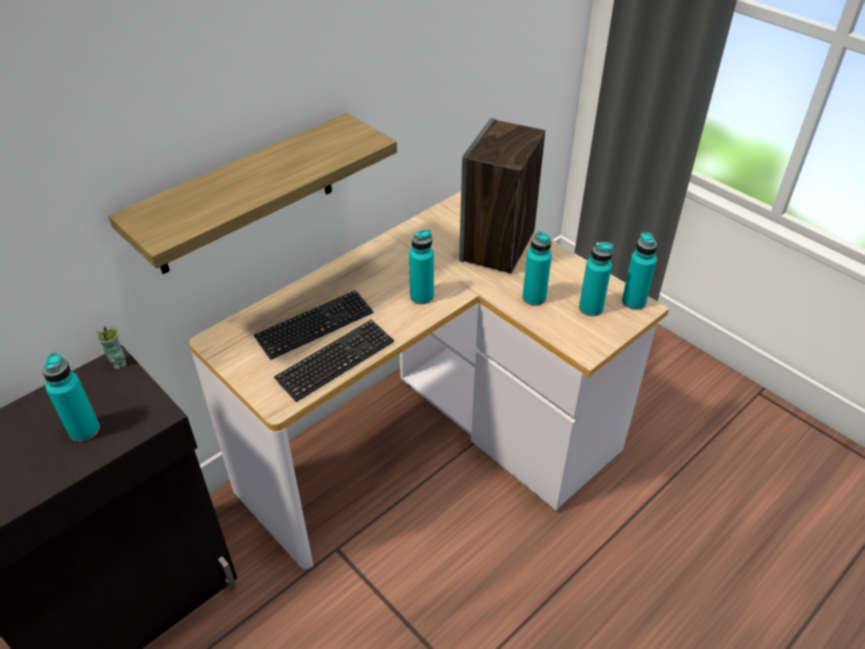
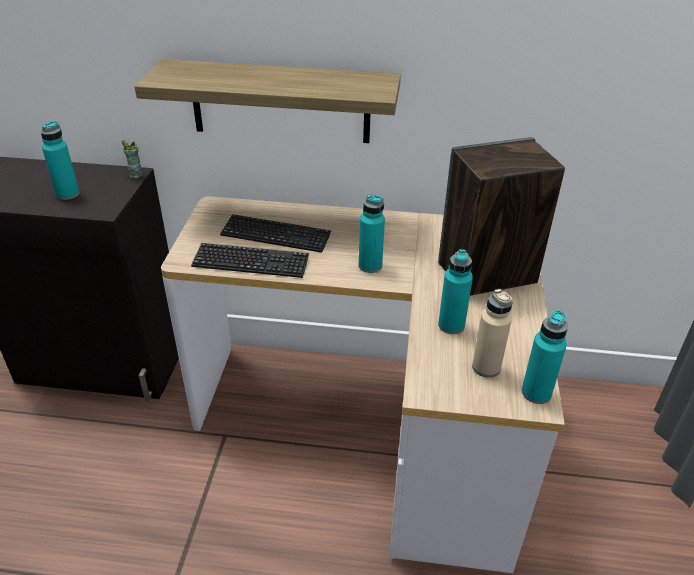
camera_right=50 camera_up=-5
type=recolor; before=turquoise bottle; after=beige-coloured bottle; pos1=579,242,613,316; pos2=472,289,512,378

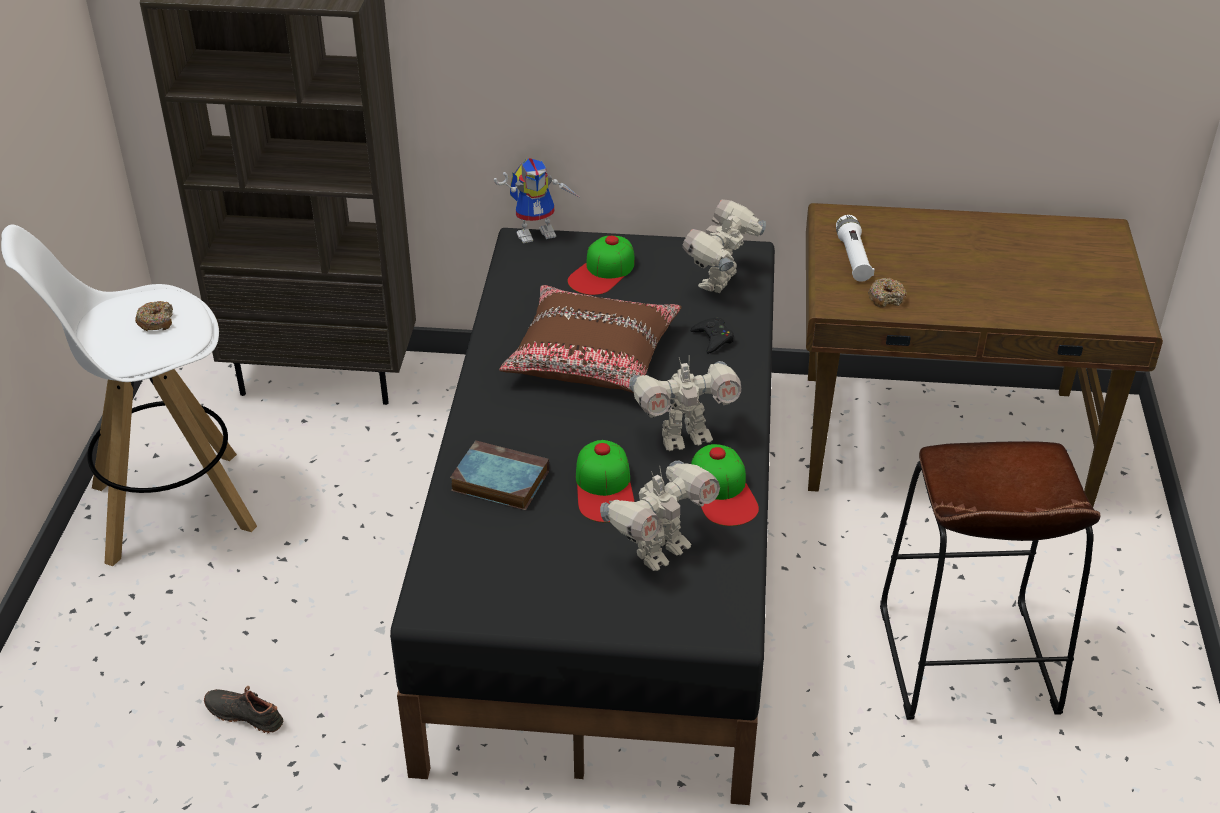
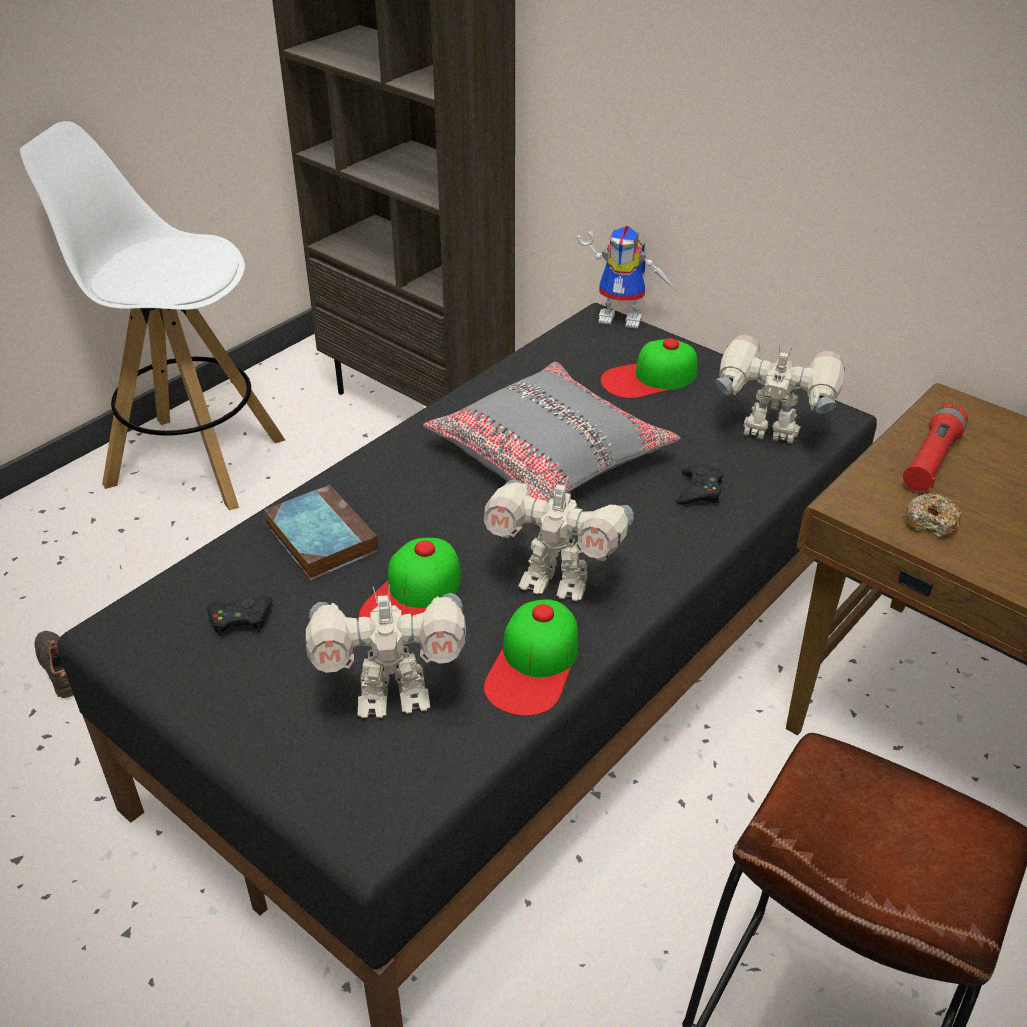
camera_right=35 camera_up=0
type=insert; after=black-coloured joypad; pos2=207,597,272,637
type=recolor; before=brownish cushion; after=gray cushion; pos1=499,285,682,393; pos2=423,362,681,503
type=rotate; before=toy robot; pos1=682,199,766,293; pos2=715,335,845,444; turn=45
type=recolor; before=whitish flashlight; after=red-coloured flashlight; pos1=836,215,875,282; pos2=903,404,968,491
type=delete; before=doughnut; pos1=135,301,173,331

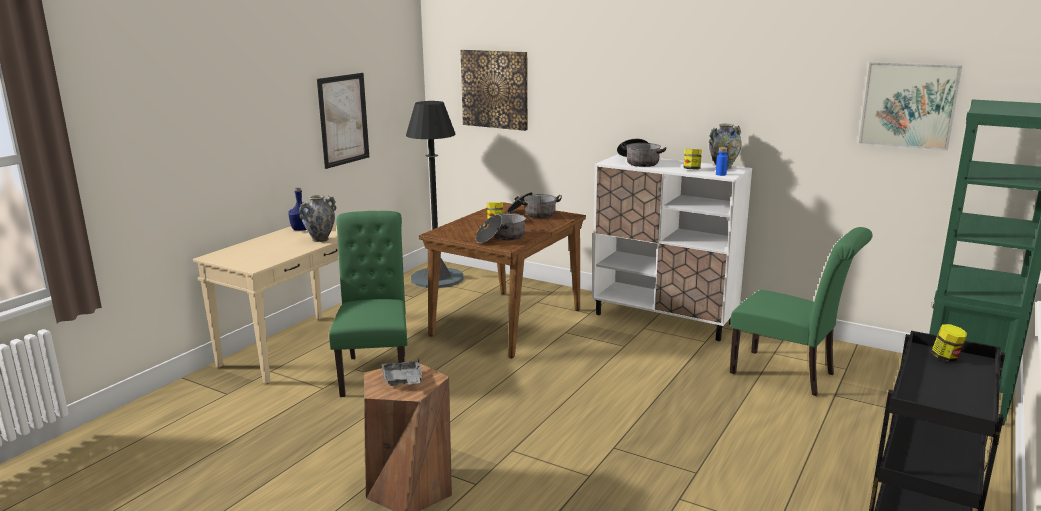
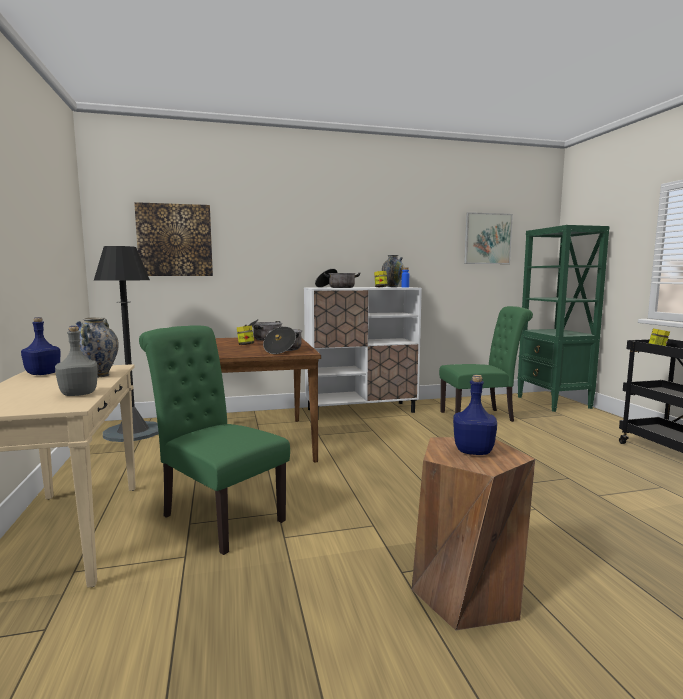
camera_right=-45 camera_up=-10
type=insert; after=gray bottle; pos2=55,326,98,396
type=replace; before=gray tray; after=blue-coloured bottle; pos1=382,358,423,386; pos2=453,375,497,455
type=delete; before=picture; pos1=317,73,369,169

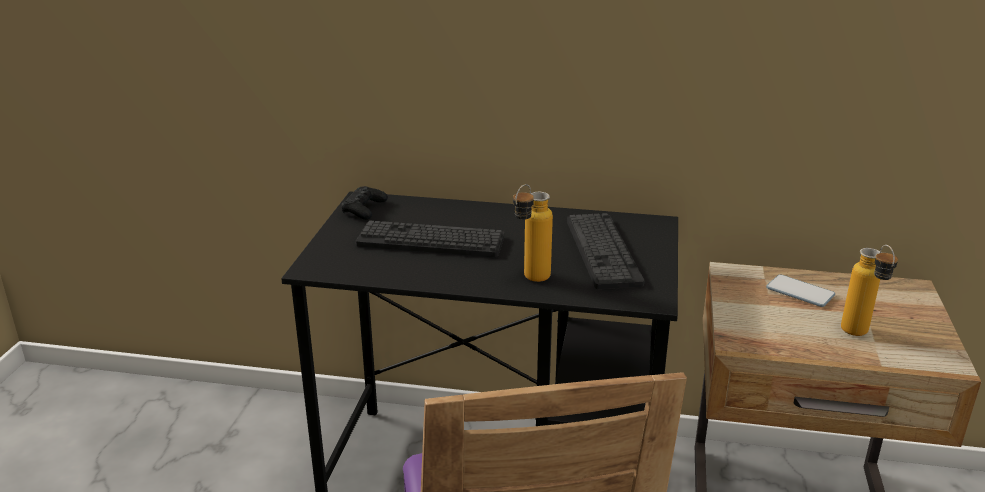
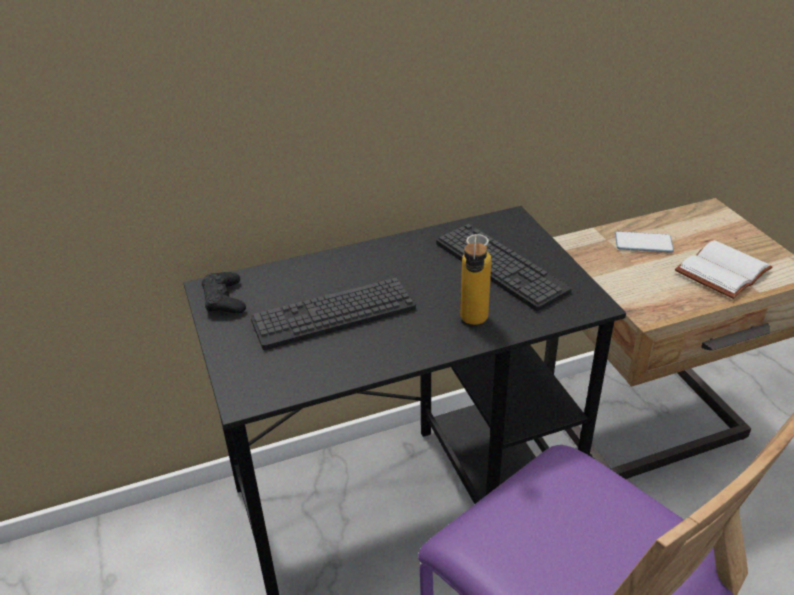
camera_right=-30 camera_up=10
type=replace; before=bottle; after=whitish volume; pos1=841,245,898,336; pos2=675,240,772,299

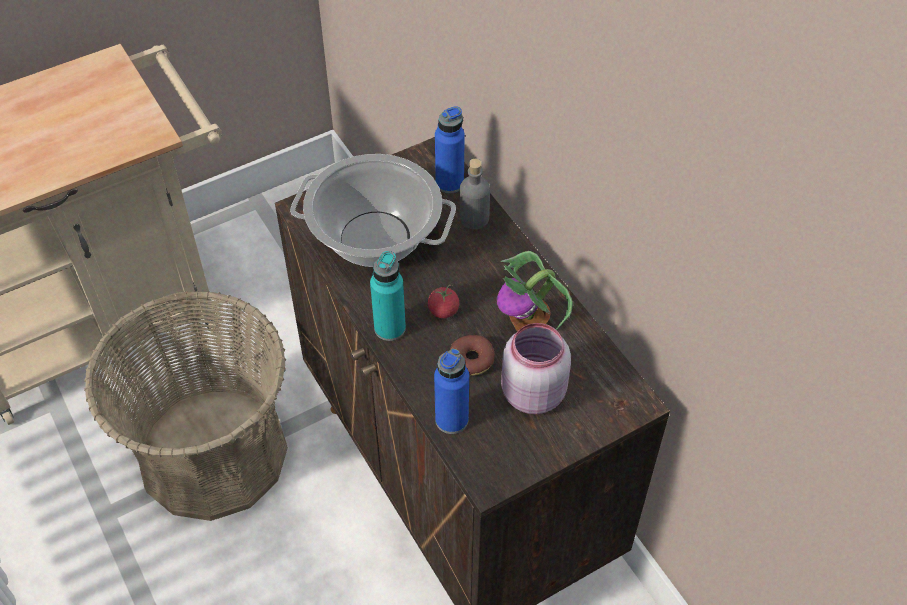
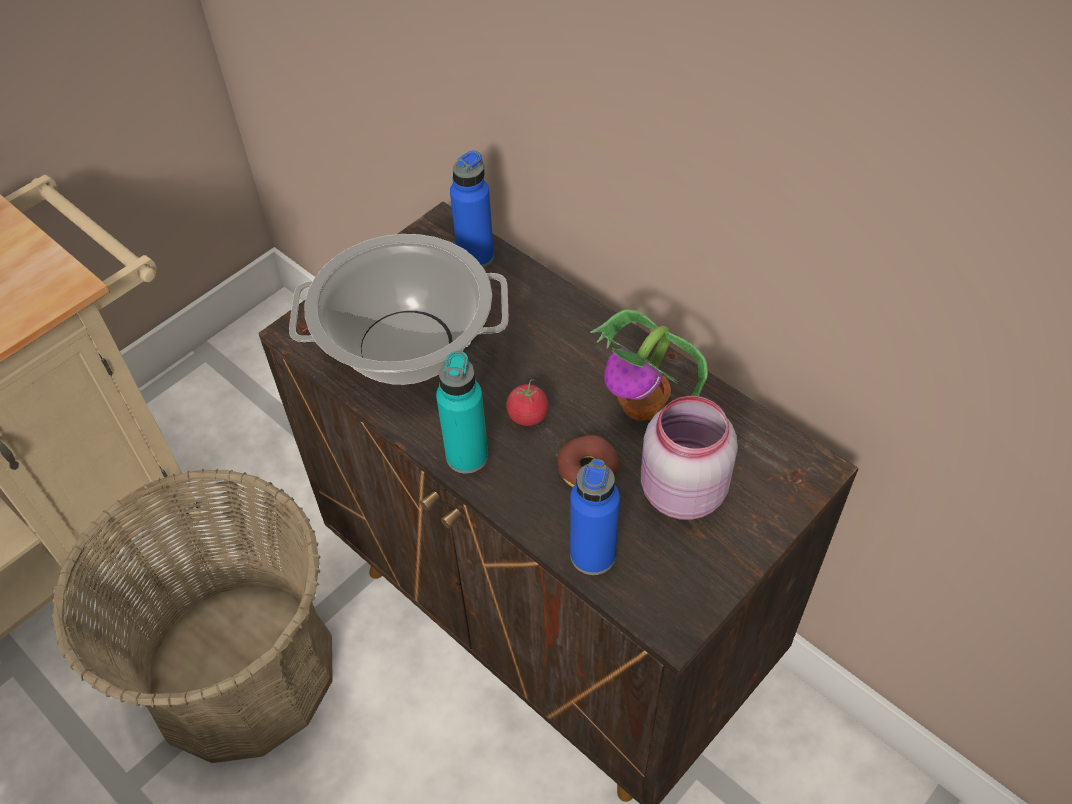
camera_right=-15 camera_up=0
type=delete; before=gray bottle; pos1=460,159,490,229

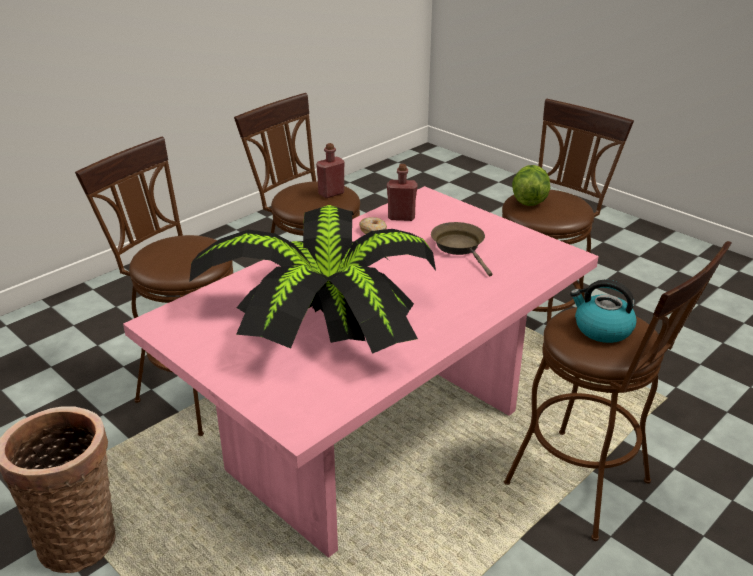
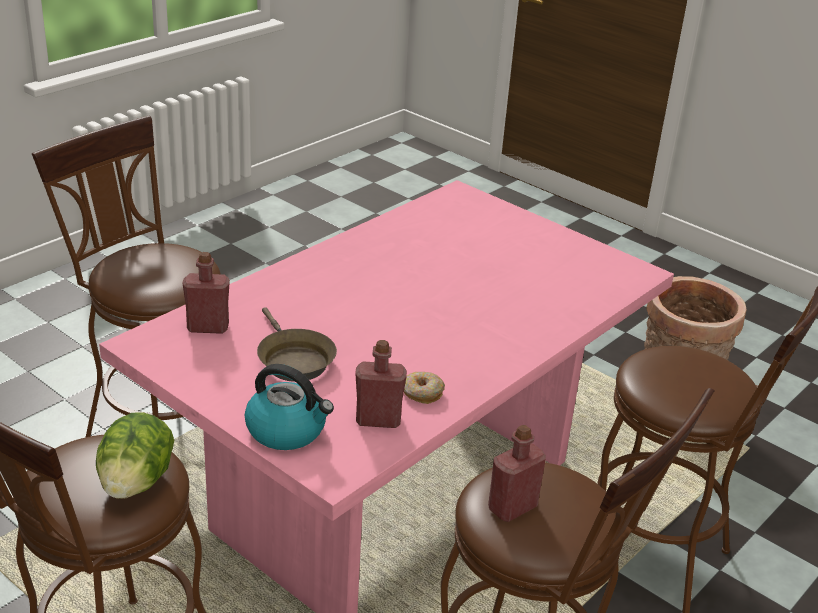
camera_right=175 camera_up=0
type=insert; after=red-coloured bottle; pos2=182,252,230,334
type=move; before=tea kettle; pos1=570,280,637,343; pos2=245,364,334,450
type=delete; before=houseplant; pos1=189,205,436,354

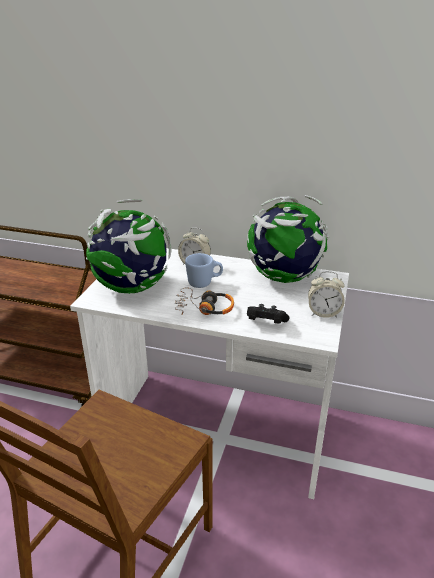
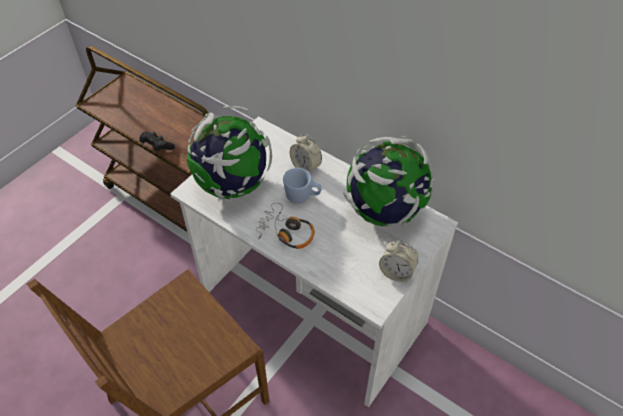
camera_right=20 camera_up=20
type=move; before=black-coloured joypad; pos1=247,304,290,324; pos2=139,132,175,152

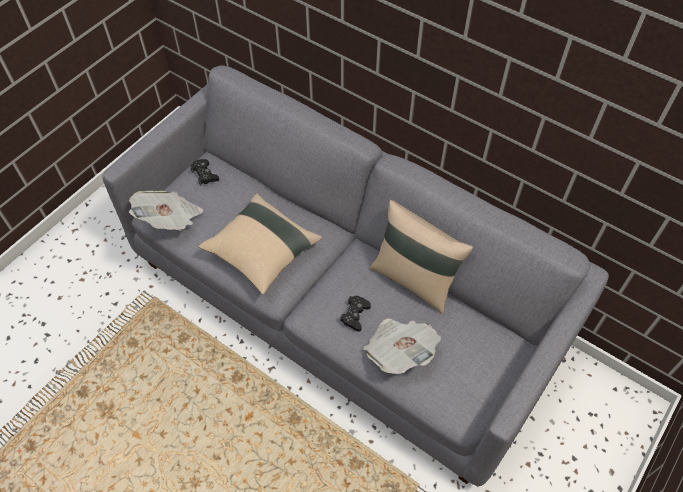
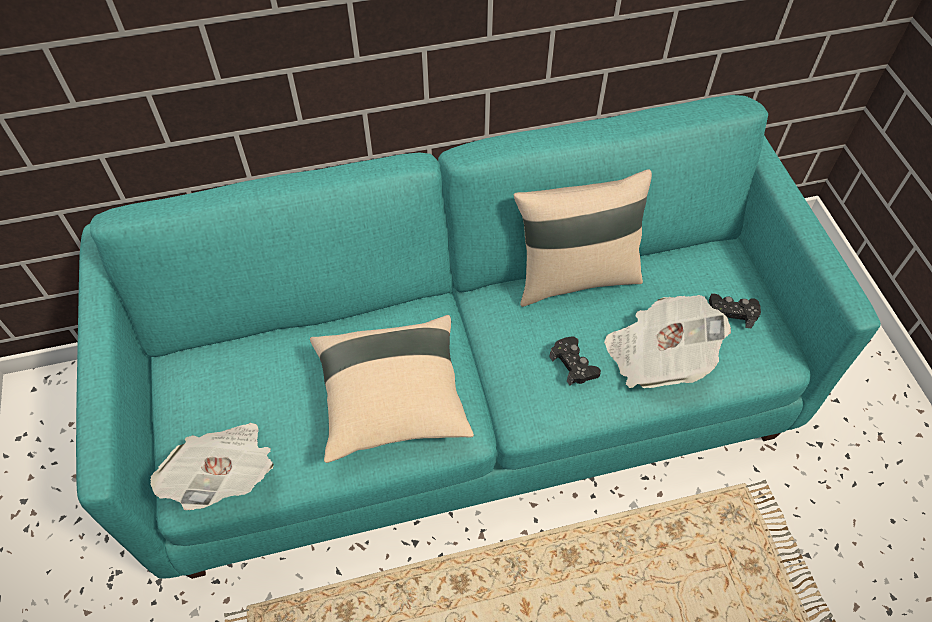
camera_right=-50 camera_up=0
type=recolor; before=gray settee; after=turquoise settee; pos1=102,65,609,486; pos2=76,95,881,579
type=move; before=black-coloured joypad; pos1=190,159,219,186; pos2=709,293,761,328

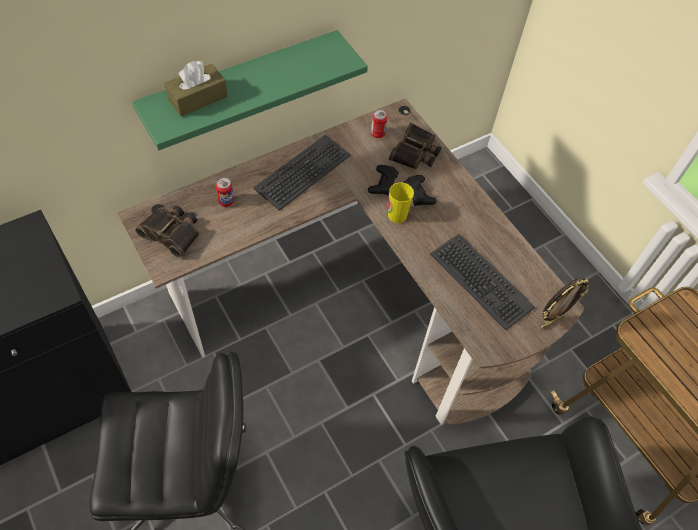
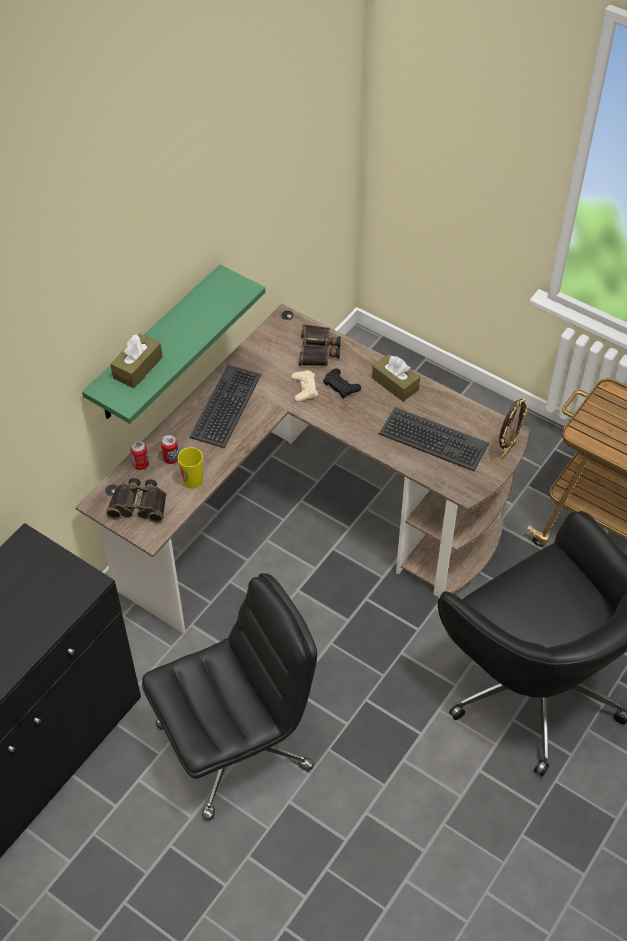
camera_right=-20 camera_up=-5
type=move; before=metal can; pos1=371,110,387,138; pos2=130,441,149,470
type=move; before=drinking cup; pos1=388,182,414,223; pos2=178,447,203,489
type=recolor; before=black-coloured joypad; after=beige-coloured joypad; pos1=368,165,399,195; pos2=291,370,318,402
type=insert; after=brownish box of tissues; pos2=372,354,420,402

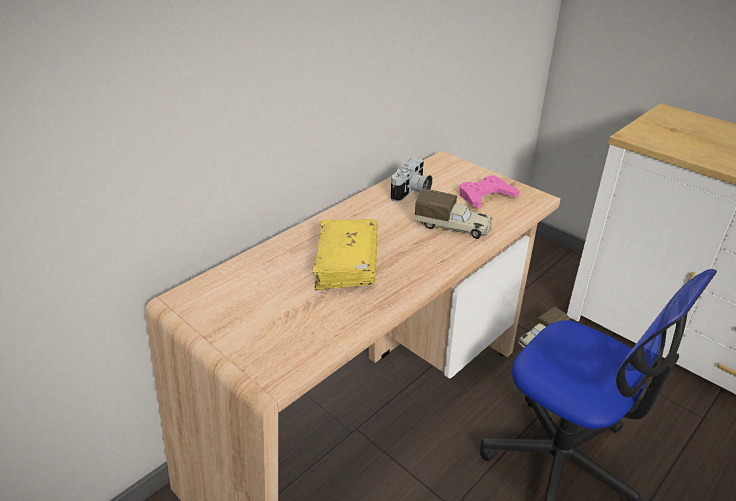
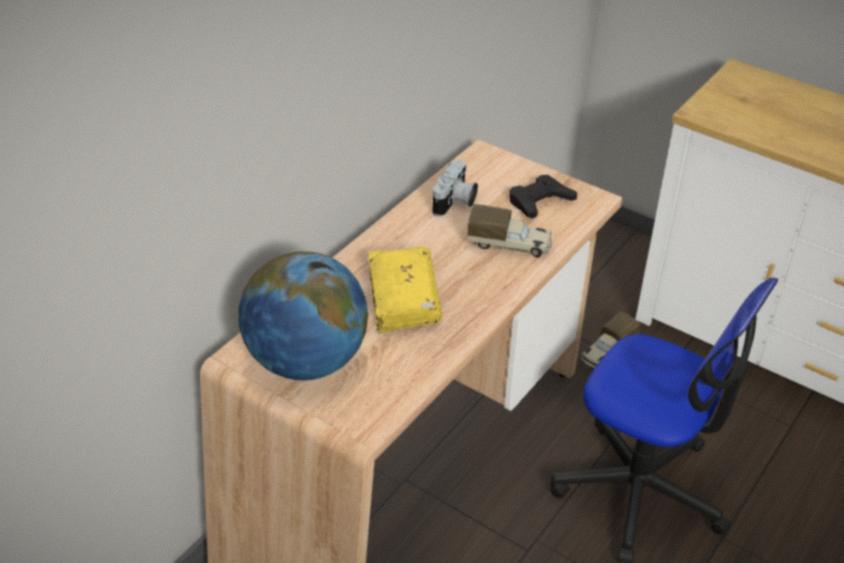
camera_right=-10 camera_up=5
type=insert; after=world globe; pos2=239,251,368,380
type=recolor; before=pinkish joypad; after=black-coloured joypad; pos1=460,176,520,208; pos2=509,175,577,219

